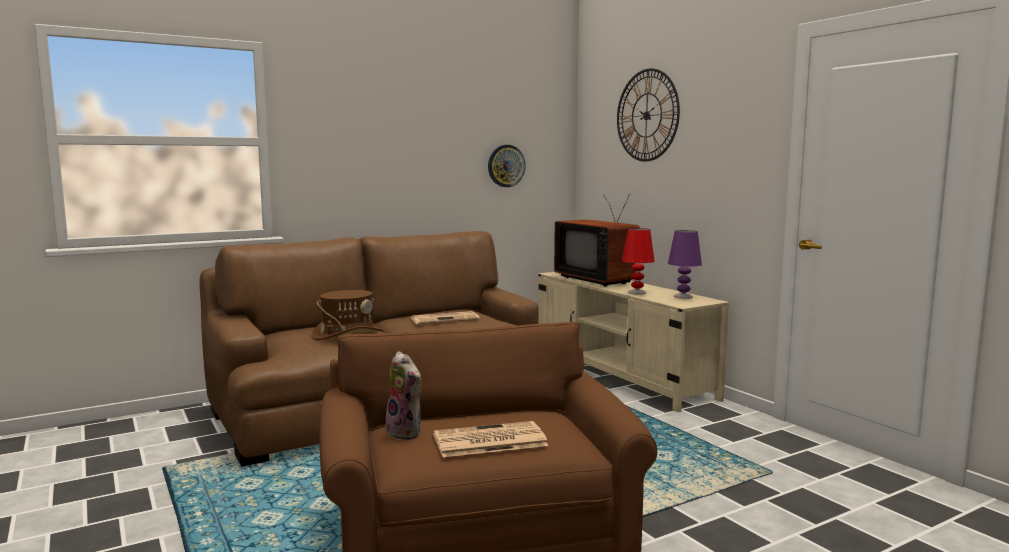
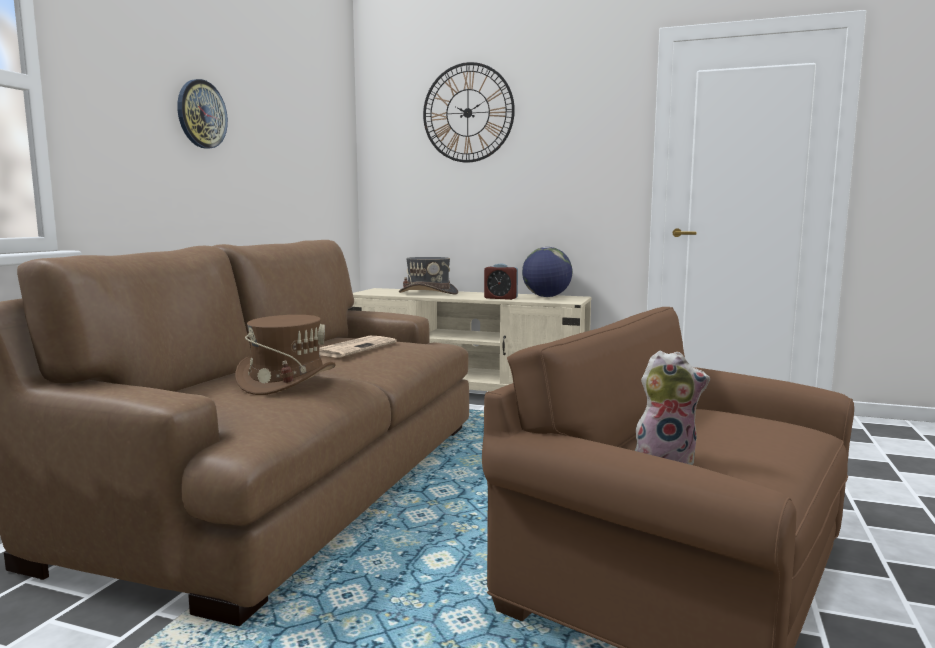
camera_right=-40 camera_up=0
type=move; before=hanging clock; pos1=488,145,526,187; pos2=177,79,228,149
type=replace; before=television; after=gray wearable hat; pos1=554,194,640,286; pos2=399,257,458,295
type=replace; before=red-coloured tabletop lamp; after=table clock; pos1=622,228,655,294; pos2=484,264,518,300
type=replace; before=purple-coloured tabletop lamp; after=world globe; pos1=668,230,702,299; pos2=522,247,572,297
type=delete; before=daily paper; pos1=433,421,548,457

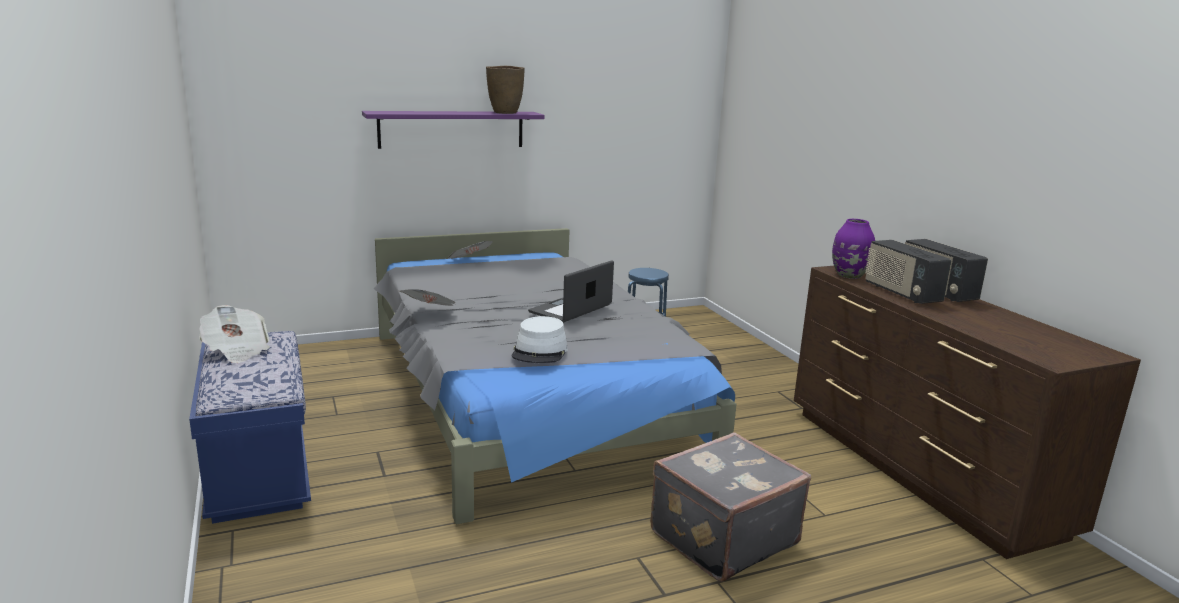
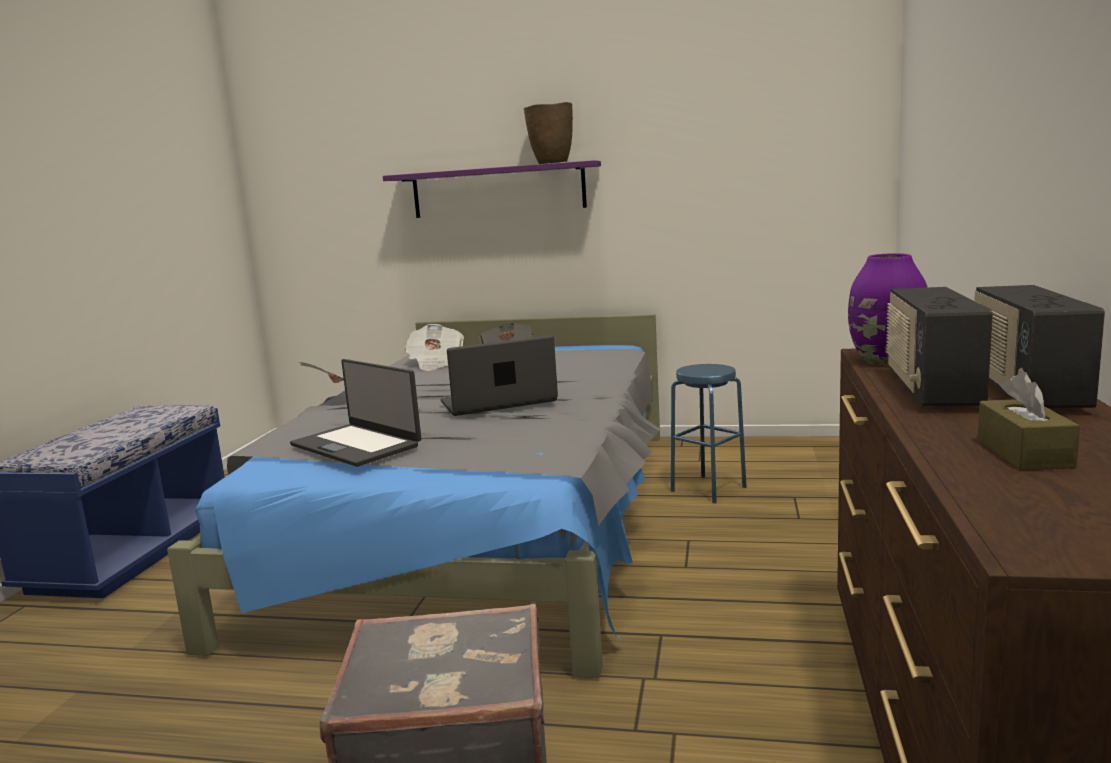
camera_right=35 camera_up=-5
type=replace; before=whitish wearable hat; after=portable computer; pos1=512,316,567,363; pos2=290,359,421,467
type=move; before=daily paper; pos1=199,305,270,363; pos2=404,324,464,371
type=insert; after=brownish box of tissues; pos2=978,372,1080,470

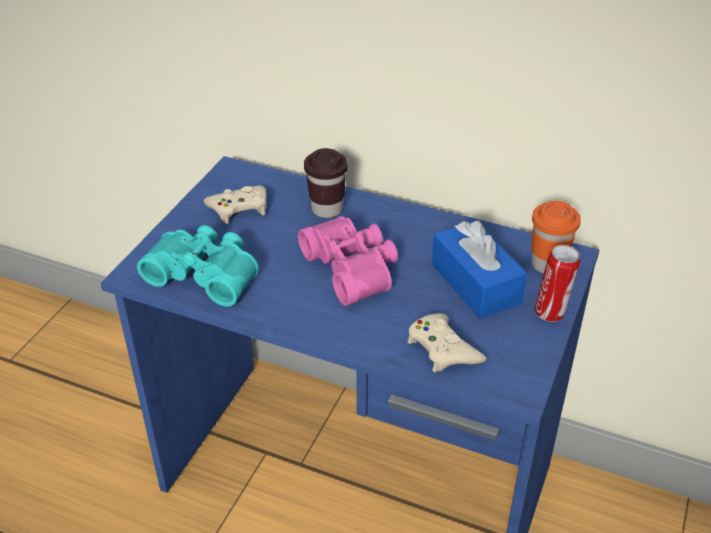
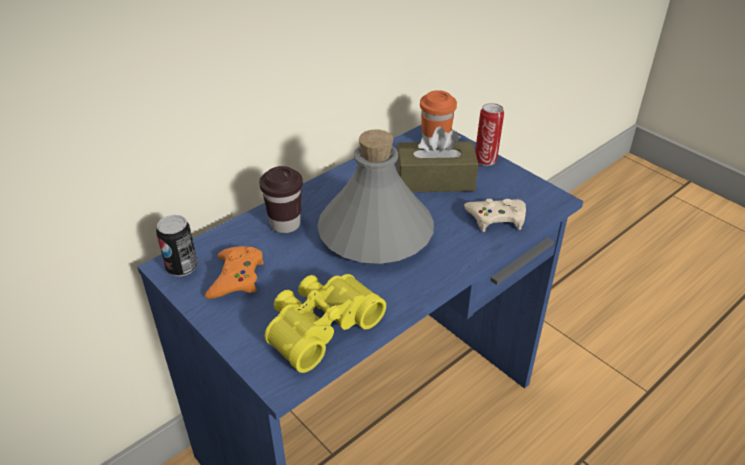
camera_right=-65 camera_up=0
type=insert; after=metal can; pos2=156,215,198,277
type=recolor; before=beige-coloured joypad; after=orange-coloured joypad; pos1=203,185,267,224; pos2=205,246,264,299
type=recolor; before=turquoise binoculars; after=yellow-coloured binoculars; pos1=137,225,259,307; pos2=265,274,386,373
type=replace; before=pinkish binoculars; after=gray bottle; pos1=298,216,398,306; pos2=317,129,434,264
type=recolor; before=blue-coloured box of tissues; after=brownish box of tissues; pos1=432,221,527,319; pos2=397,126,478,192

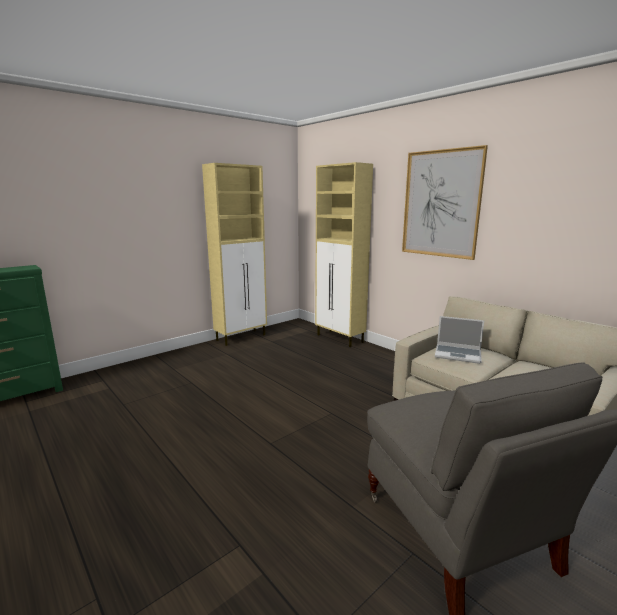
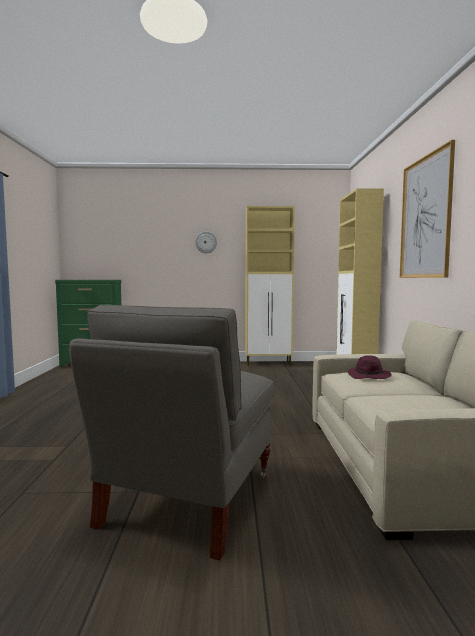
camera_right=40 camera_up=-10
type=insert; after=hanging clock; pos2=195,231,217,253
type=replace; before=portable computer; after=purple-coloured wearable hat; pos1=435,316,484,364; pos2=347,355,392,379

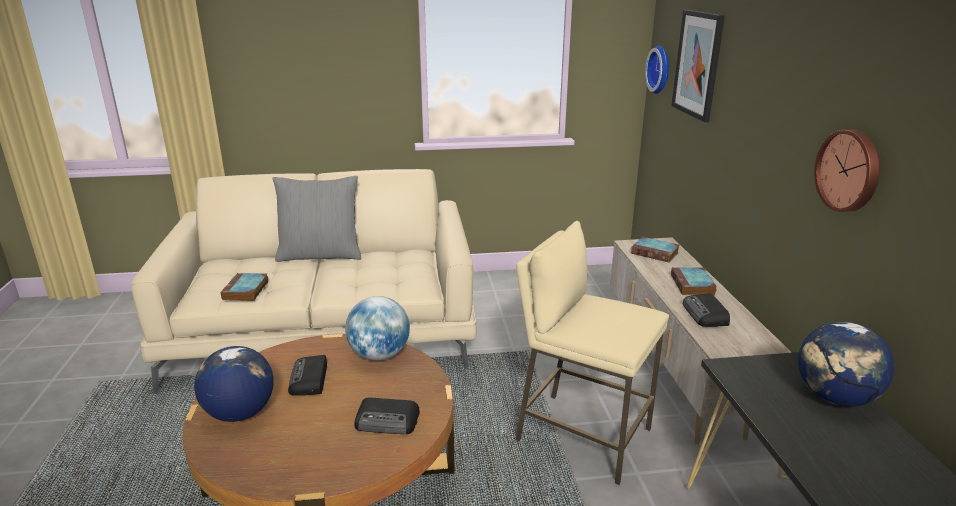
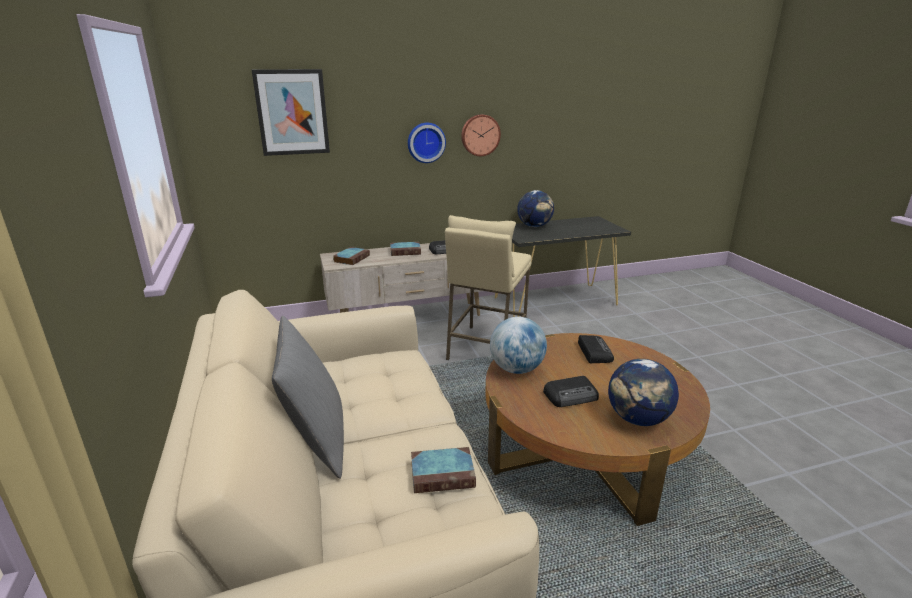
camera_right=-100 camera_up=0
type=move; before=hanging clock; pos1=645,46,669,94; pos2=408,123,446,163

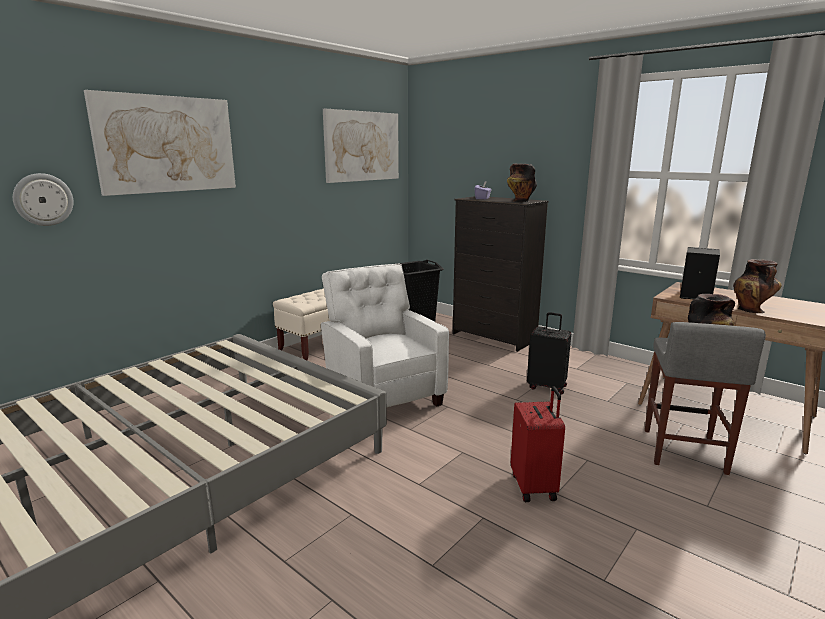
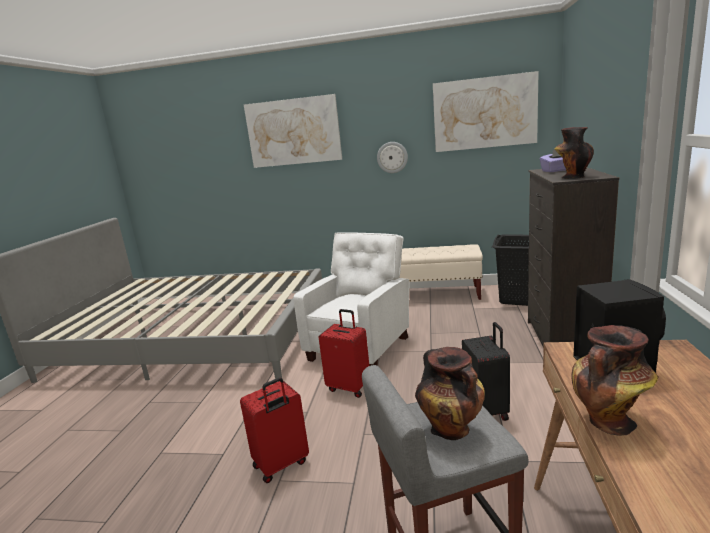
camera_right=60 camera_up=0
type=insert; after=red-coloured piece of luggage; pos2=319,309,369,398
type=move; before=hanging clock; pos1=13,173,74,226; pos2=377,142,408,173

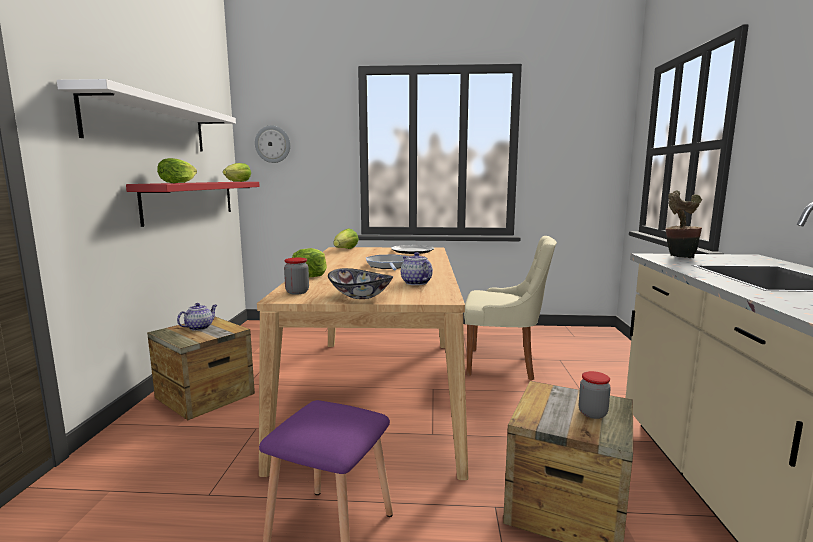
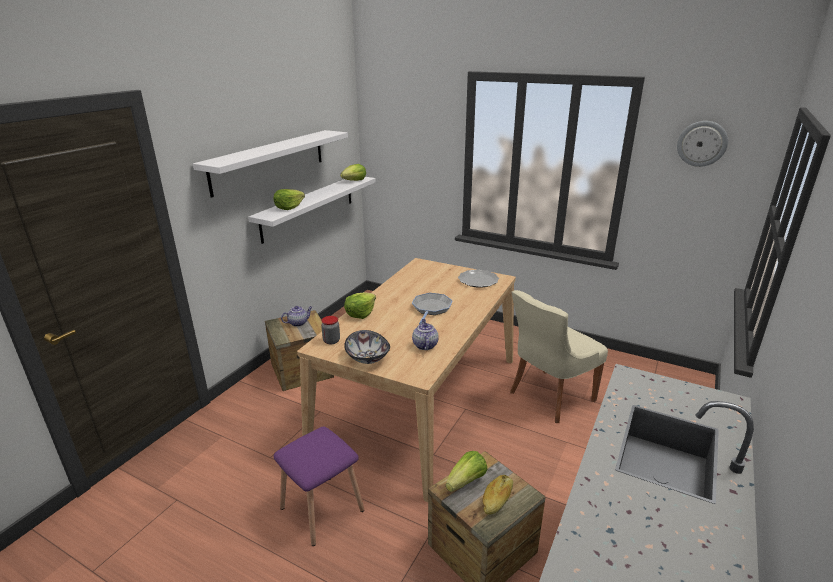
camera_right=25 camera_up=15
type=recolor; before=red-coloured shelf; after=whitish shelf; pos1=126,182,260,227; pos2=248,177,376,244
type=move; before=head of lettuce; pos1=334,228,359,249; pos2=446,451,488,492
type=replace; before=storage jar; after=baked bread; pos1=579,371,611,419; pos2=482,475,513,515
type=rotate; before=beige-coloured upright chair; pos1=464,236,557,380; pos2=510,290,608,423; turn=105
type=move; before=hanging clock; pos1=255,125,290,163; pos2=677,121,728,167
type=delete; before=houseplant; pos1=666,190,702,258

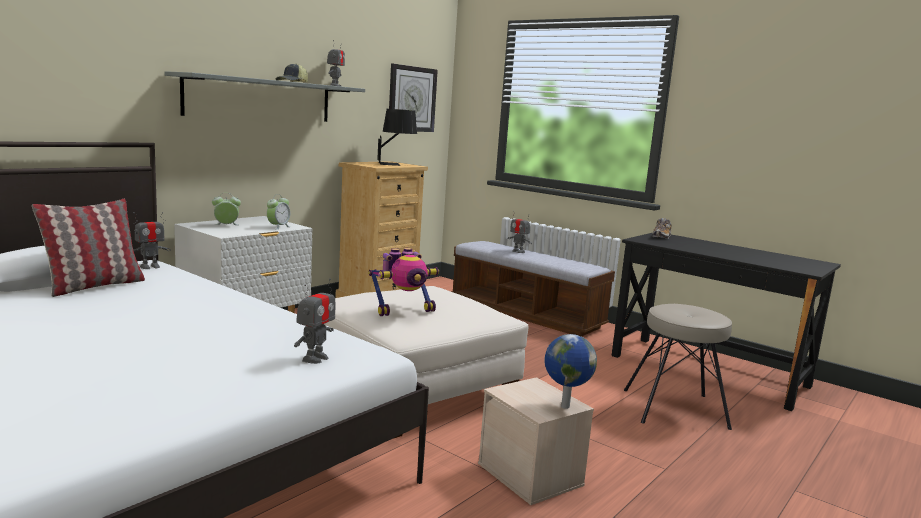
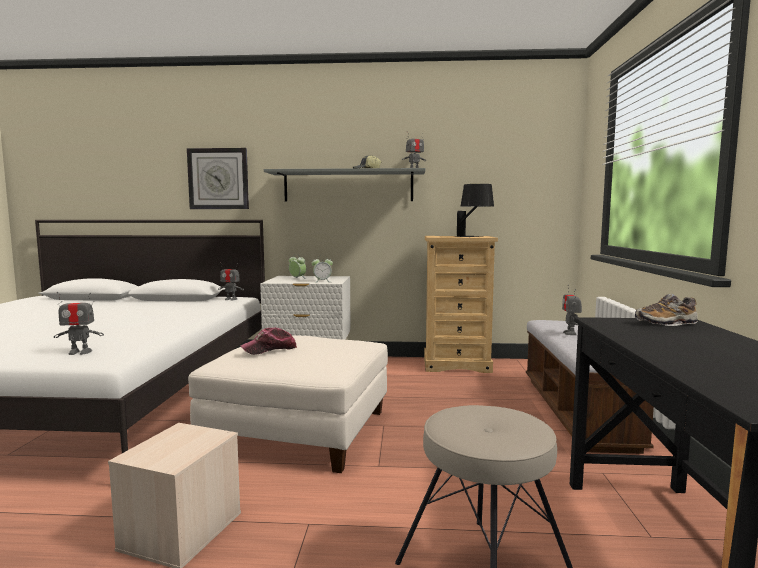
camera_right=55 camera_up=-5
type=move; before=hanging clock; pos1=389,64,438,132; pos2=187,148,249,209
type=replace; before=toy robot; after=baseball cap; pos1=368,248,439,316; pos2=240,327,297,355
type=delete; before=cushion; pos1=32,199,145,297
type=delete; before=world globe; pos1=544,334,597,409

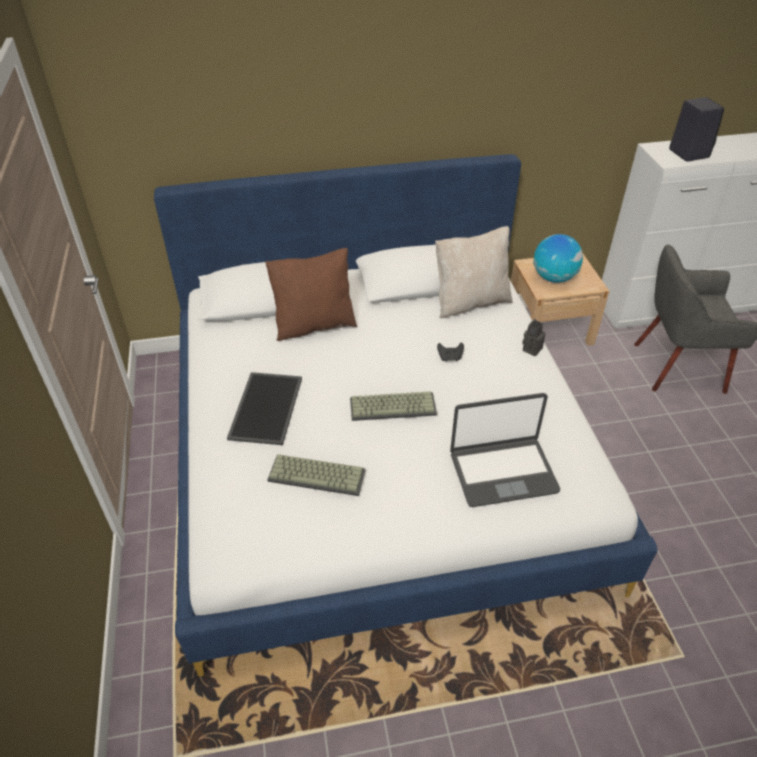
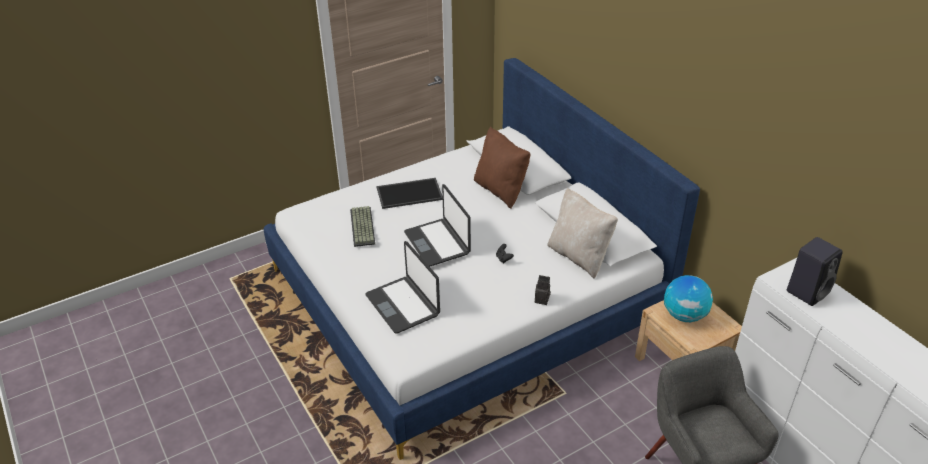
camera_right=70 camera_up=-5
type=replace; before=keyboard; after=portable computer; pos1=350,391,437,421; pos2=404,184,471,267

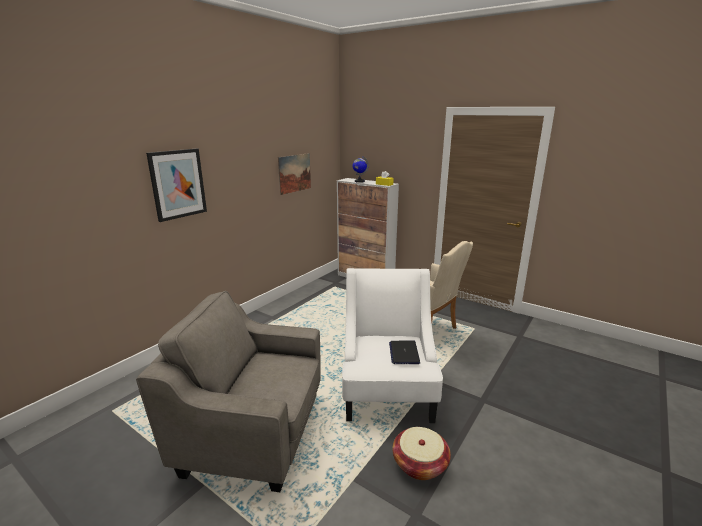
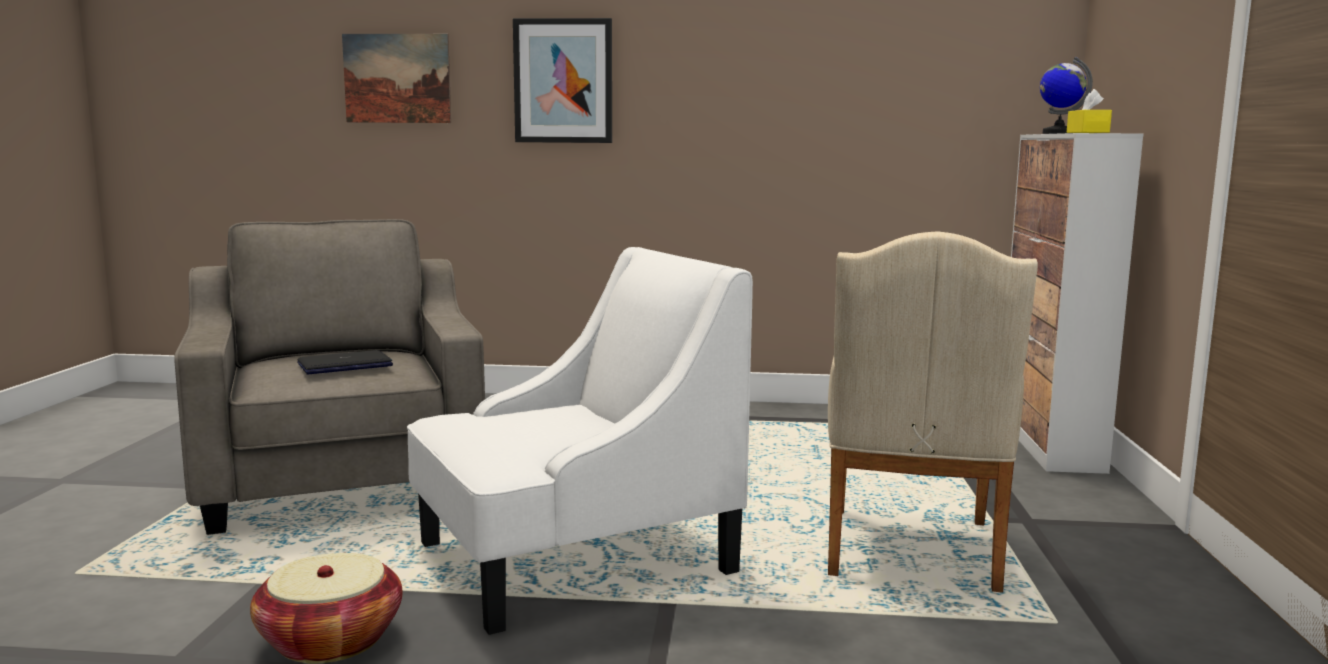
camera_right=60 camera_up=-10
type=move; before=portable computer; pos1=389,340,420,364; pos2=297,350,393,374
type=move; before=picture; pos1=278,153,311,195; pos2=342,34,451,123

